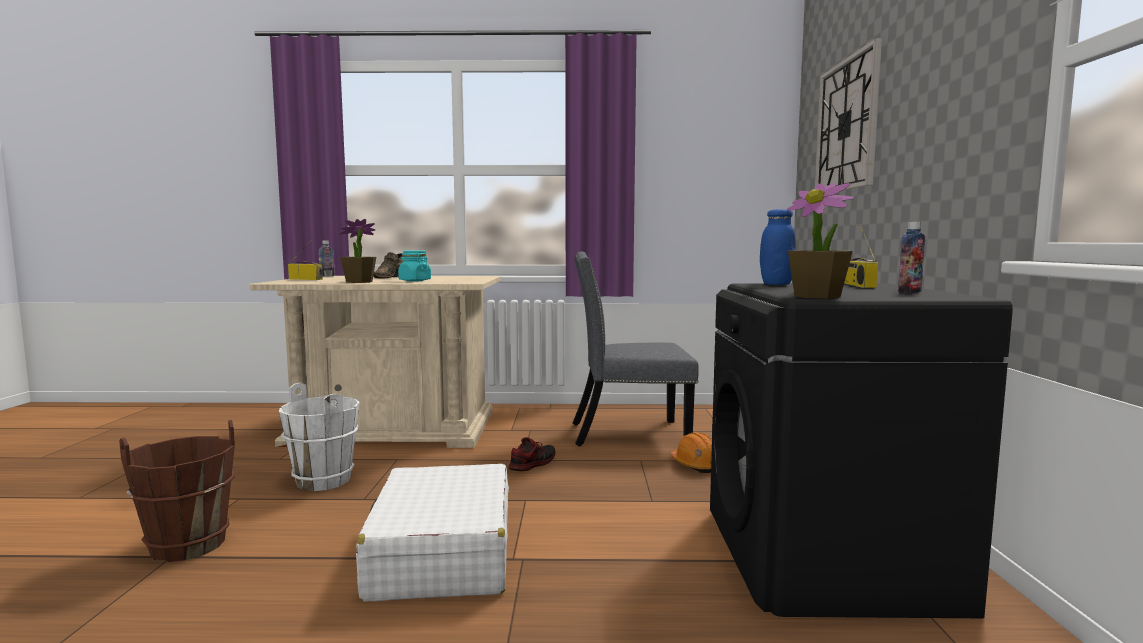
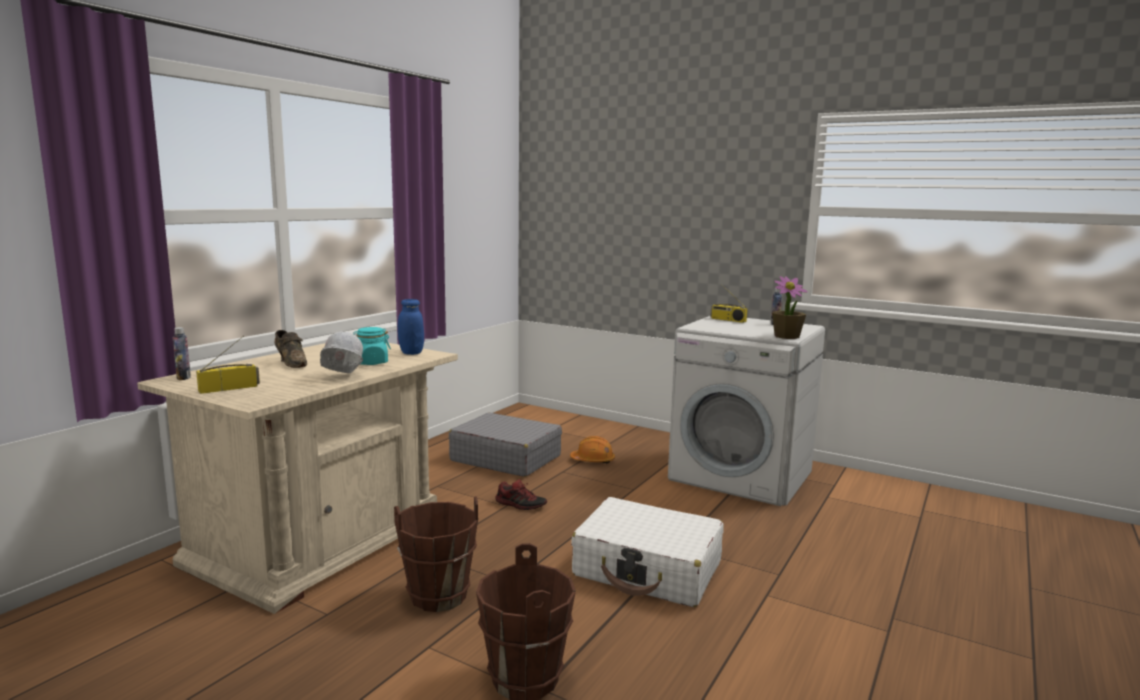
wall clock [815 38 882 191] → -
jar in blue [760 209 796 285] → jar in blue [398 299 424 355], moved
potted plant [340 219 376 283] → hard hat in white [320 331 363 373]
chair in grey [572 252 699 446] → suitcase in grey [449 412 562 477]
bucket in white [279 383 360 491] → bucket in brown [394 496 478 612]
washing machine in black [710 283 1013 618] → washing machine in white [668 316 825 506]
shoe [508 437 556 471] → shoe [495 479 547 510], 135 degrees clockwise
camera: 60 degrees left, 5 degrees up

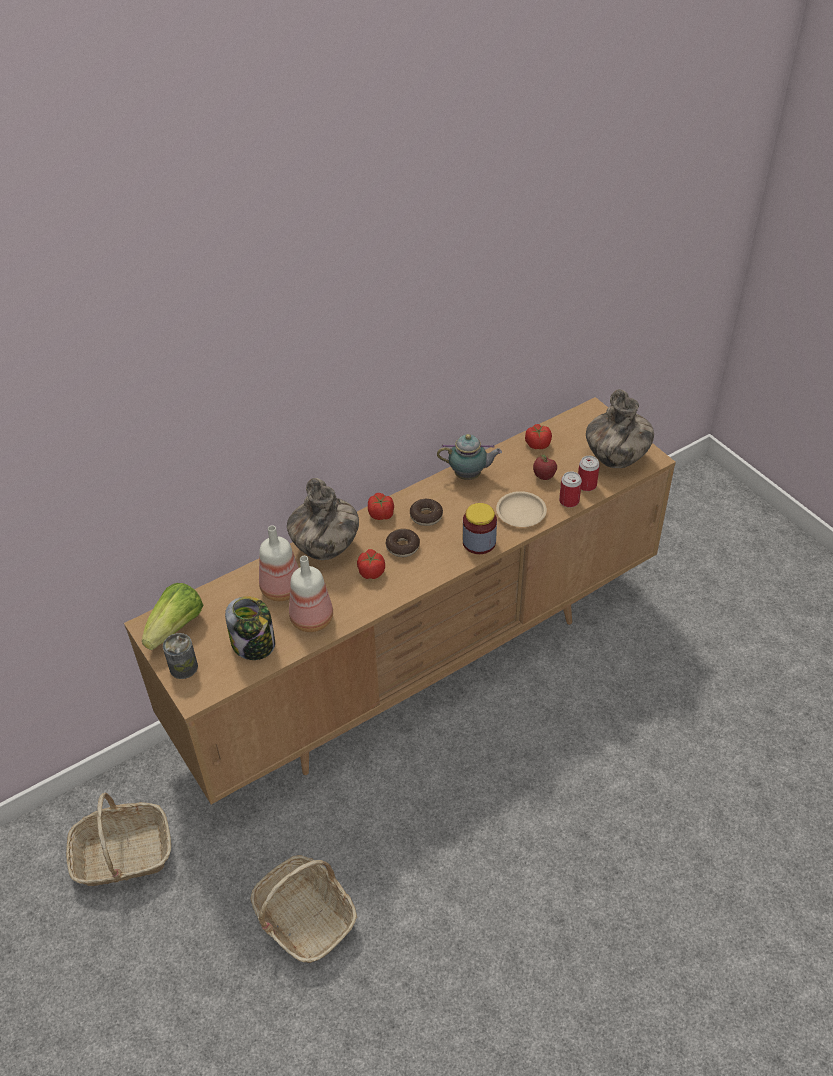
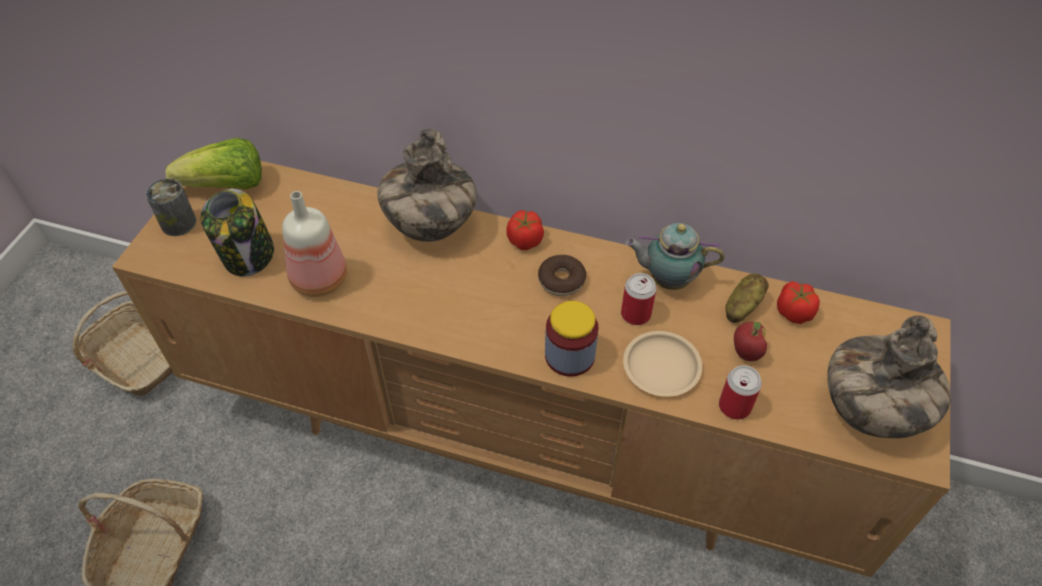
bottle [259 525 299 601] → -
tomato [357 549 385 579] → -
donut [386 529 420 557] → -
- → potato [726 274 769 323]
can [578 456 600 491] → can [621 273 657 325], moved
teapot [437 434 502 480] → teapot [625 223 724 290], 135 degrees clockwise
camera: 50 degrees right, 5 degrees up

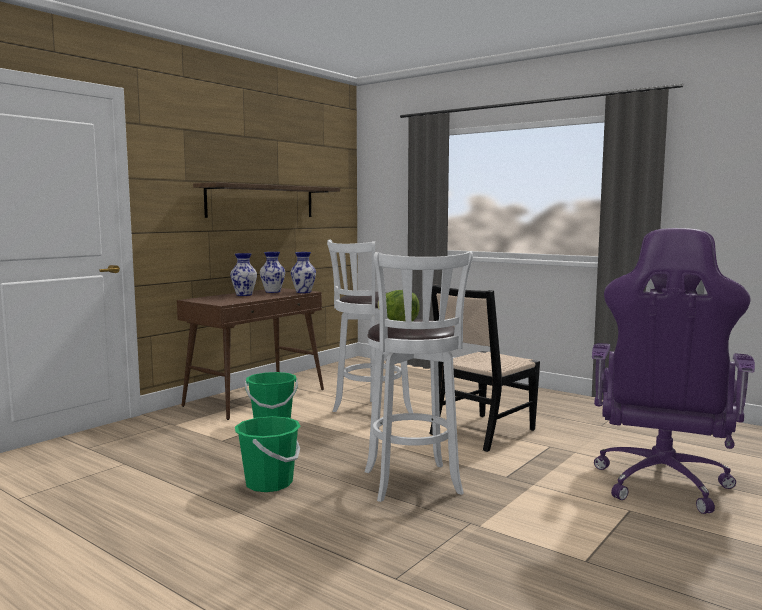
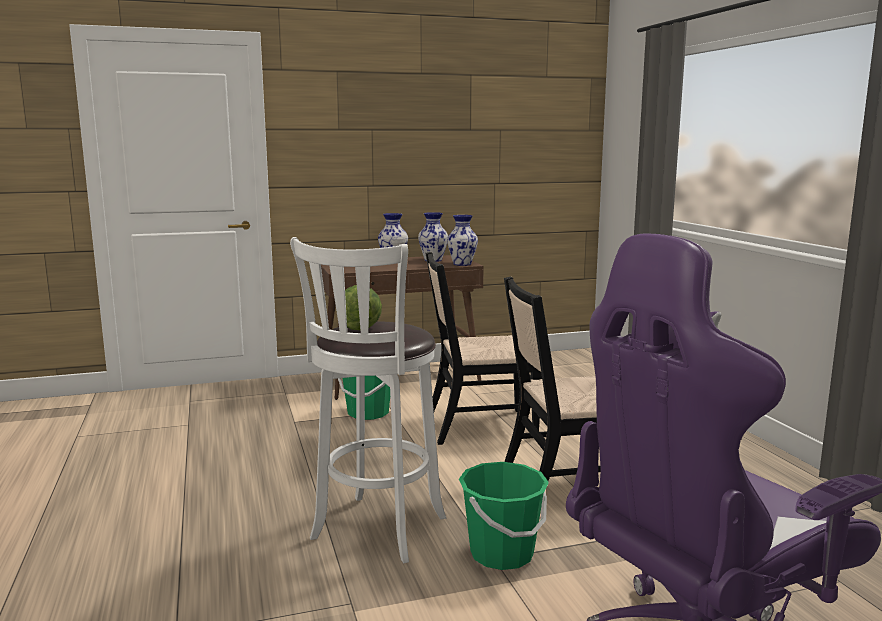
shelf [193 182 340 218] → -
bucket in green [235 416 301 492] → bucket in green [459 462 549 570], moved
stool in white [327 239 413 413] → chair [425 252 542 445]
camera: 35 degrees right, 5 degrees up

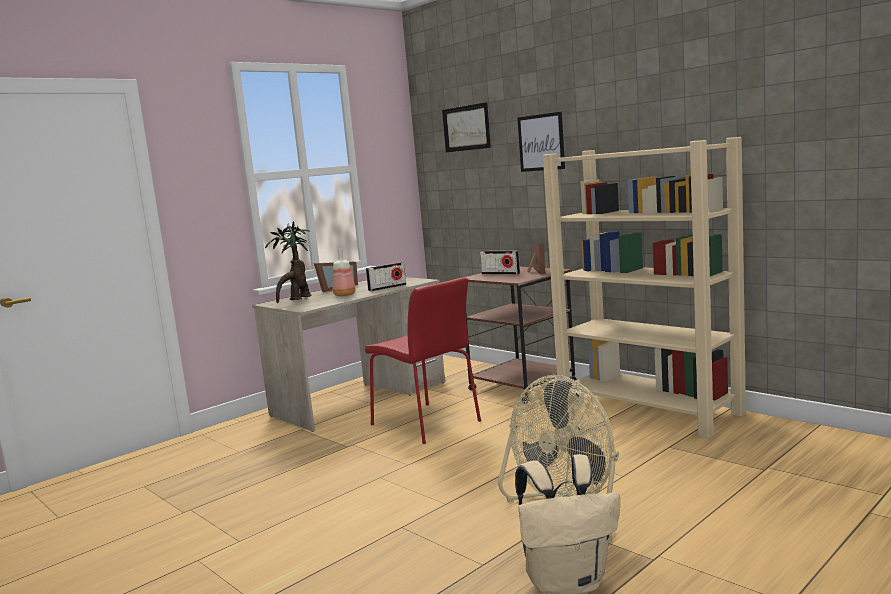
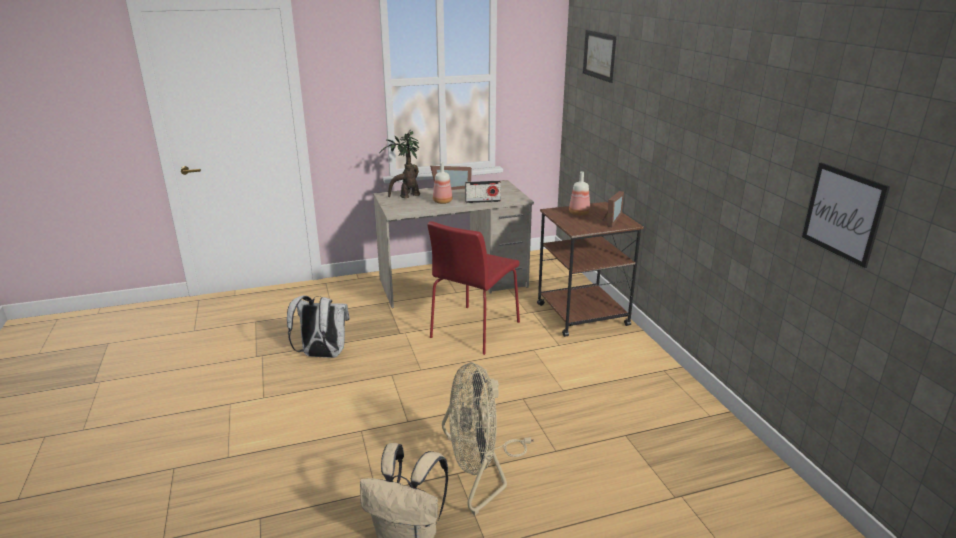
bookcase in beige [543 137 746 438] → -
- → backpack in white [287 295 350 358]
picture [517 112 565 172] → picture [802 163 890 268], moved
radio [480 251 520 275] → bottle [569 172 590 216]
chair in red [365 277 481 444] → chair in red [427 221 520 355], 45 degrees clockwise
camera: 25 degrees right, 15 degrees up

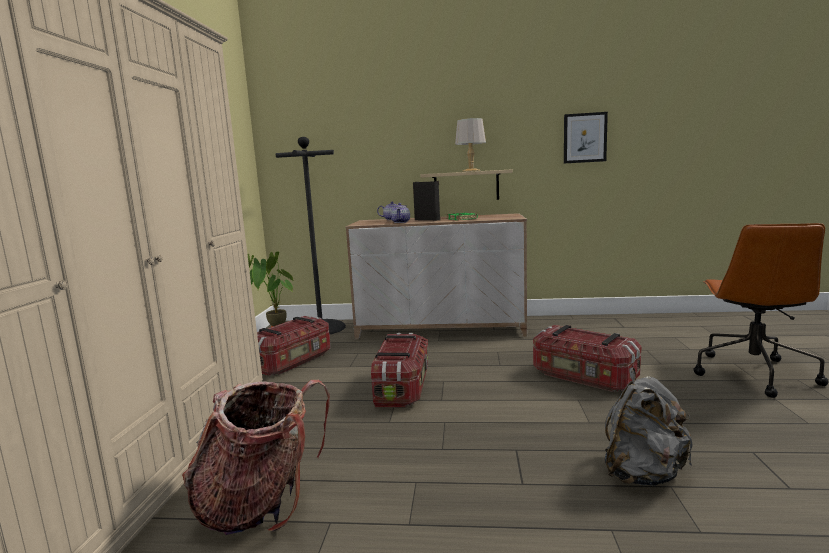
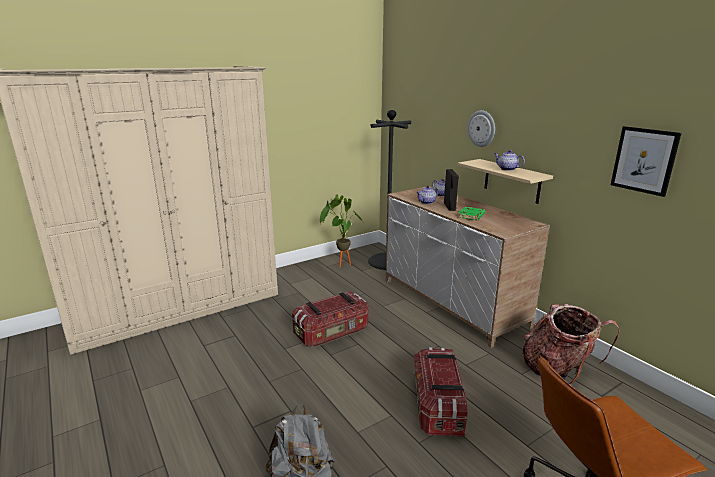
storage box [257 316 331 376] → -
- → wall clock [468 110 495 147]
backpack [182 380 330 535] → backpack [523 304 620 384], moved
table lamp in grey [455 118 486 172] → teapot [494 150 525 171]
camera: 50 degrees right, 10 degrees up

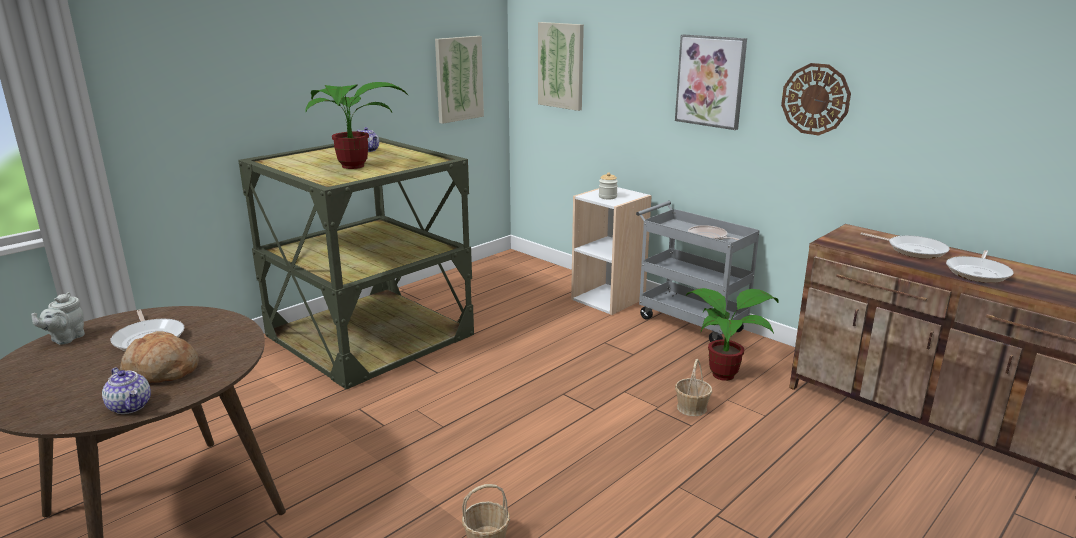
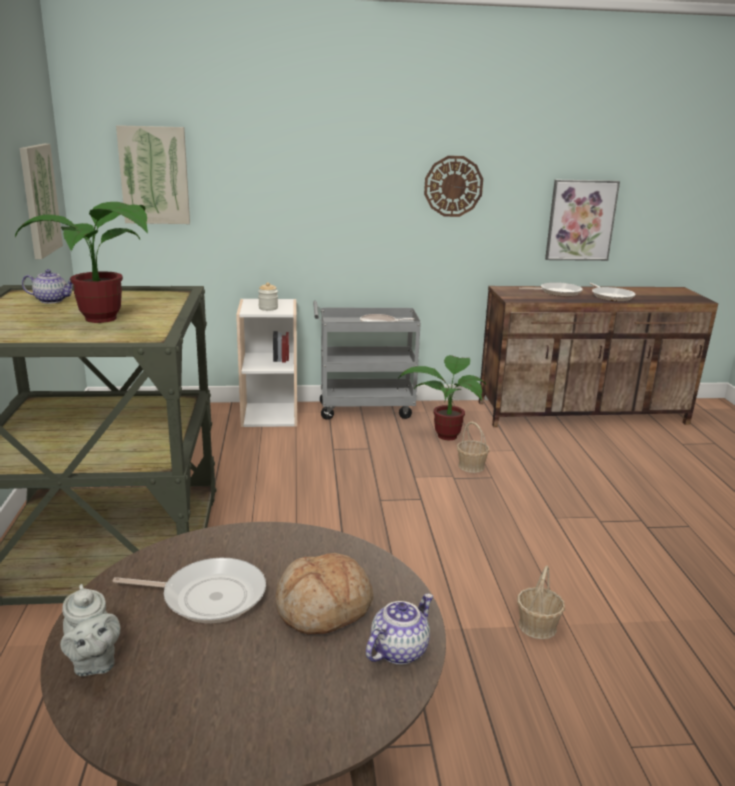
picture [675 35 747 130] → picture [545 179 620 261], moved
teapot [102 368 151 414] → teapot [366 594 433 665], 45 degrees counterclockwise
camera: 50 degrees left, 0 degrees up

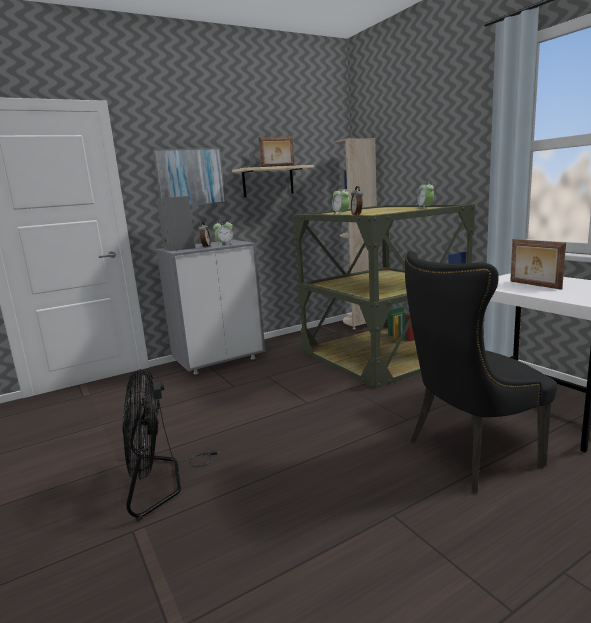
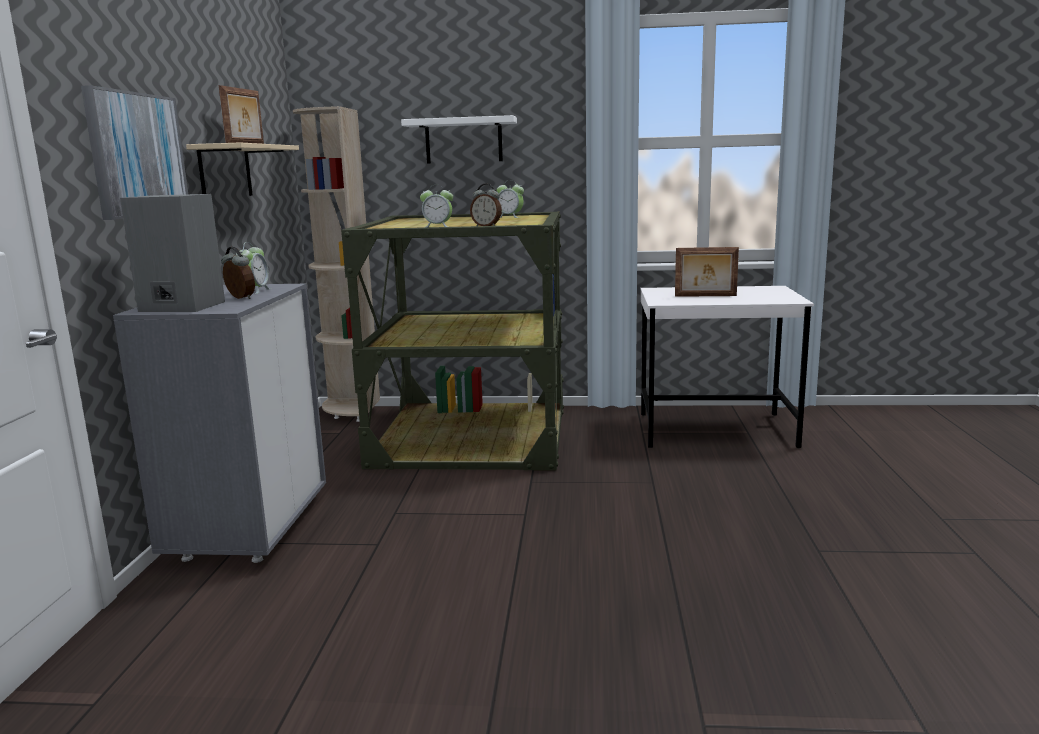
fan in black [122 369 220 522] → -
chair in black [405 251 557 494] → -
- → shelf in white [401 115 517 164]
camera: 55 degrees left, 0 degrees up

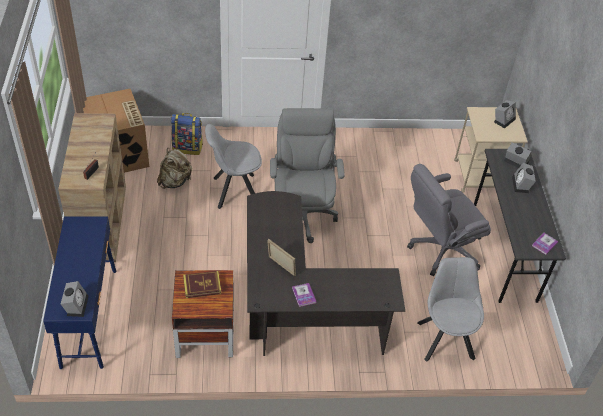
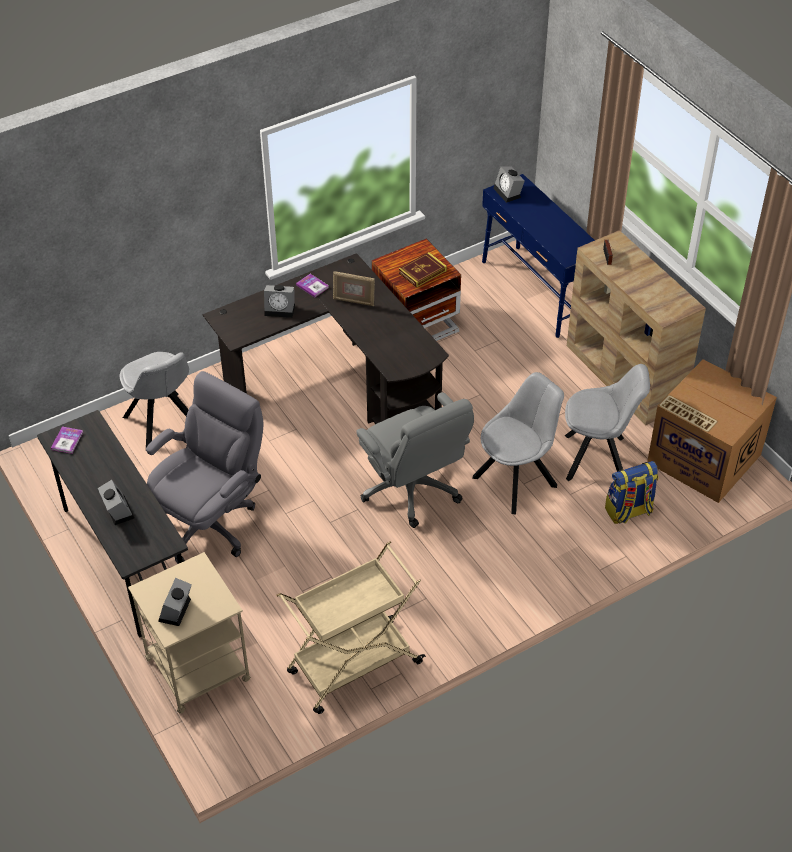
- → cart in beige [276 541 426 714]
alarm clock [504 143 531 168] → alarm clock [264 285 295 318], moved
backpack in beige [157 148 192 189] → chair in grey [565 364 650 481]
camera: 155 degrees right, 0 degrees up

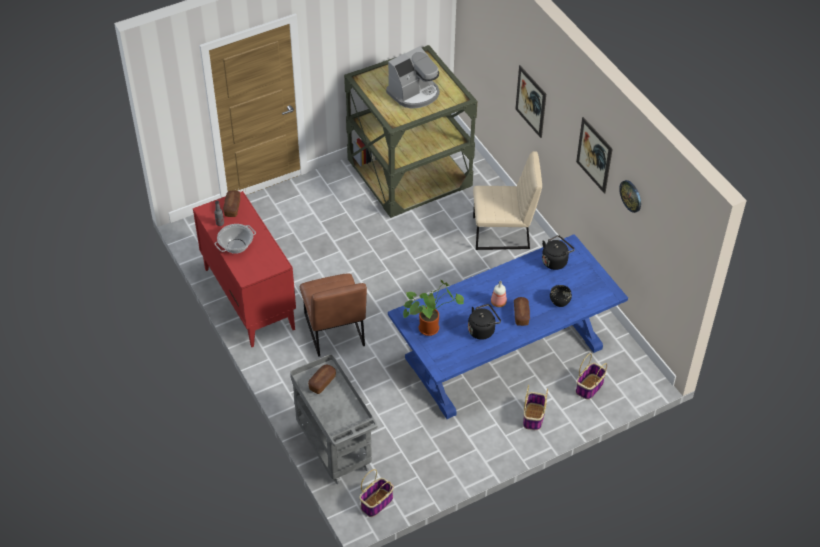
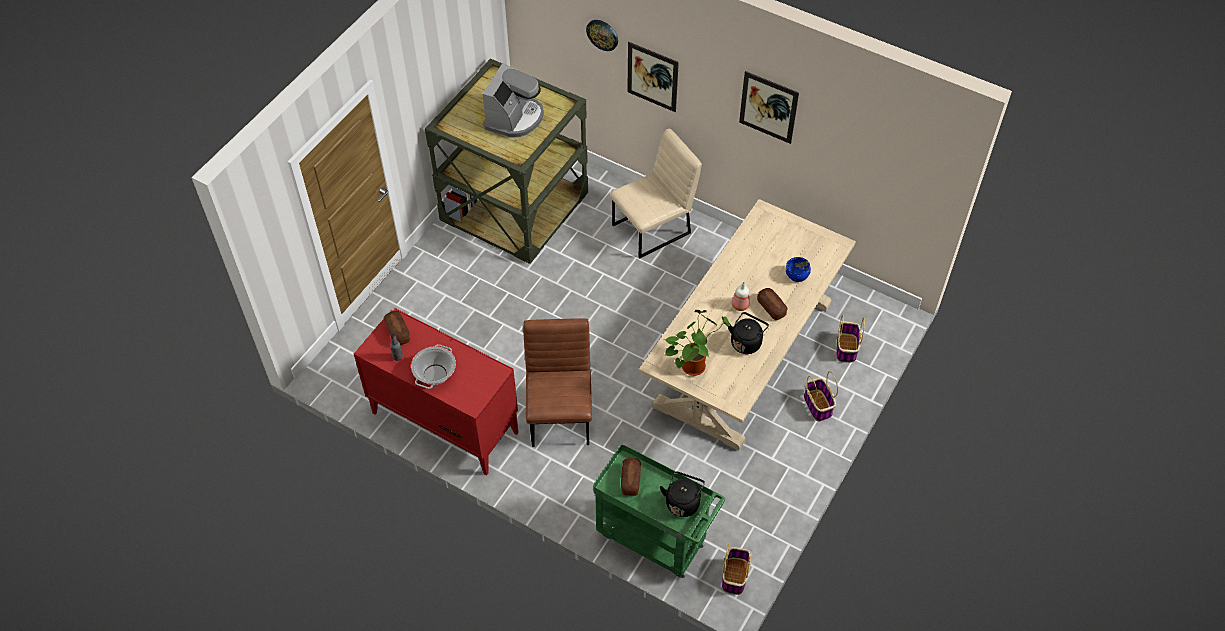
kettle in black [542 235 575 270] → kettle in black [660 471 705 517], moved
wall clock [619 180 641 213] → wall clock [586 20 618 51], moved
cart in grey [290 354 378 484] → cart in green [593 445 725 578]
dining table in blue [388 234 628 419] → dining table in beige [639 199 856 451]
bowl in black [550 285 572 307] → bowl in blue [786 257 811 282]
chair in brown [300 273 367 357] → chair in brown [523 318 592 447], 135 degrees counterclockwise
camera: 30 degrees left, 5 degrees up

